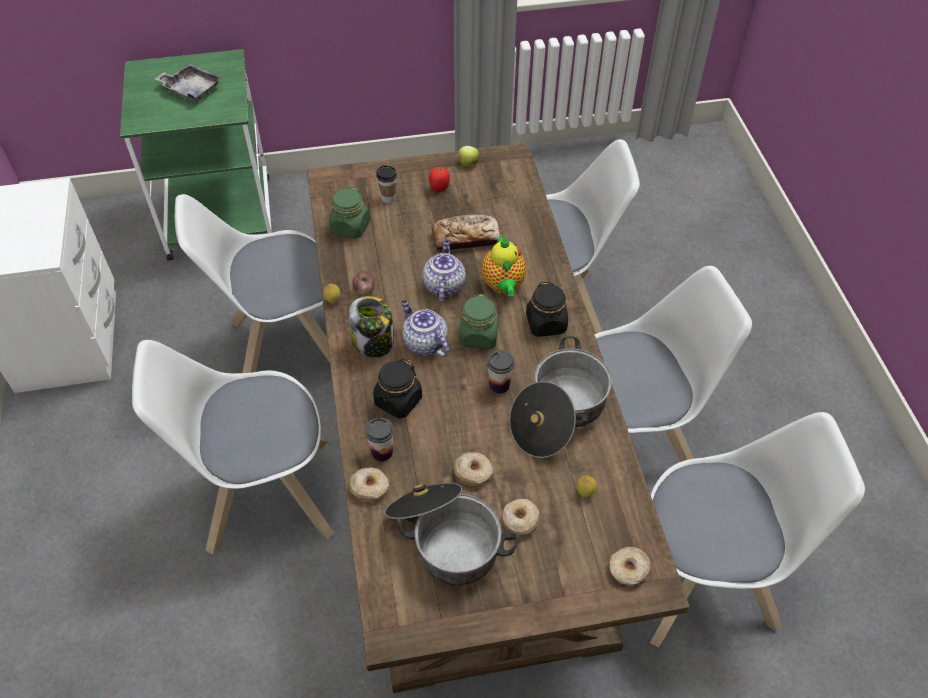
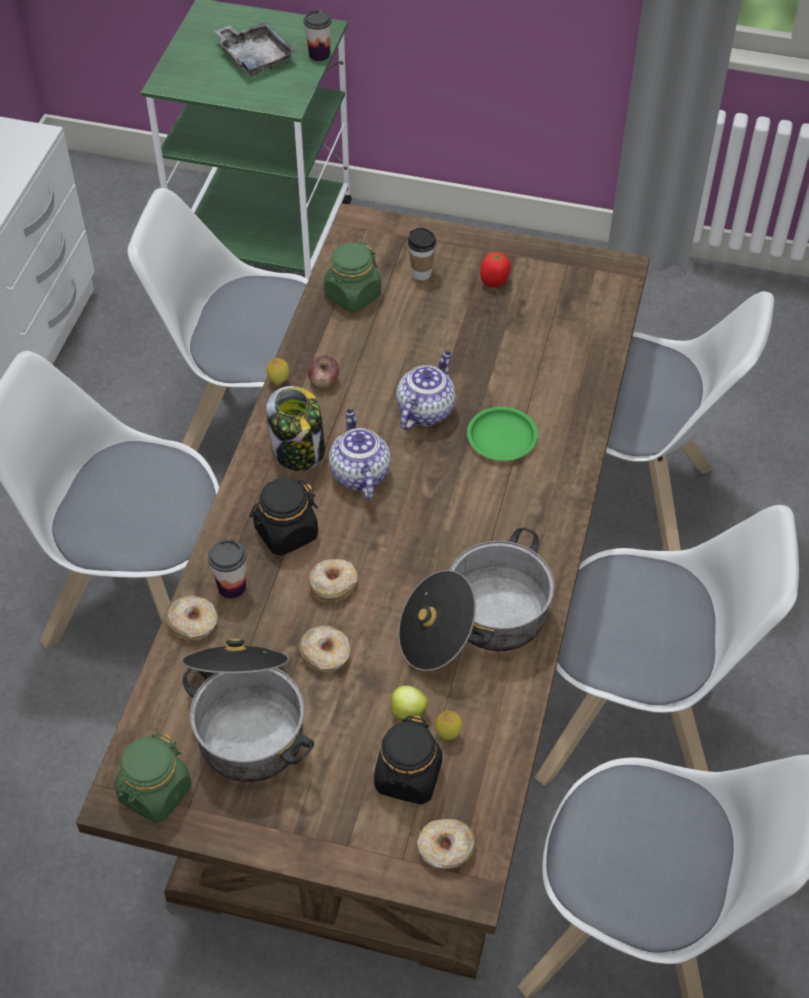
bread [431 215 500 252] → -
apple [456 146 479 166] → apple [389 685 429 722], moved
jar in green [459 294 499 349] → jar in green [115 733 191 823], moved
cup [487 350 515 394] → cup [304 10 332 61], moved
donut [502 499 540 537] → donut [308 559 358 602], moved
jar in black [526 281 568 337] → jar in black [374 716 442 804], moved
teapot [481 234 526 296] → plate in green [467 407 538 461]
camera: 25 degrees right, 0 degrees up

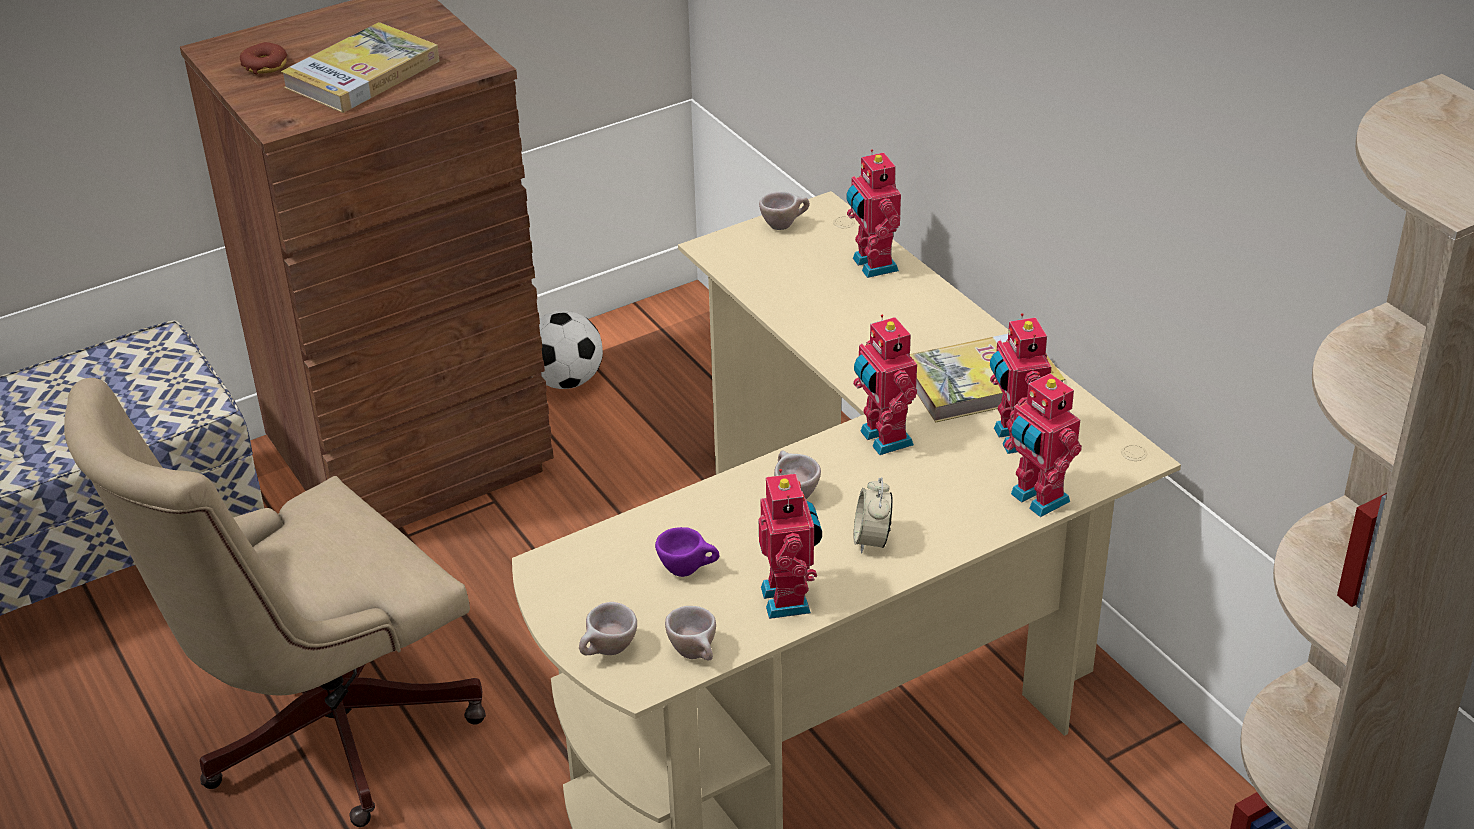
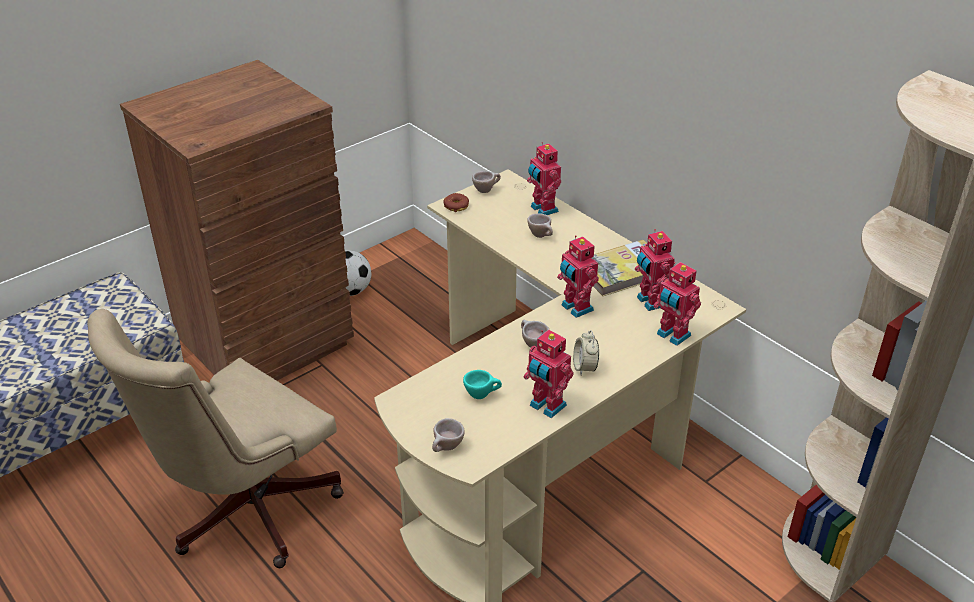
book [281 22 440 113] → -
donut [240 42 287 75] → donut [443 193 469 212], moved
cup in beige [665 606 716 661] → cup in beige [527 214 553 238], moved
cup in purple [655 527 719 577] → cup in turquoise [463 370 502 399]
toy robot [759 469 822 619] → toy robot [524 330 574 418], 150 degrees clockwise
camera: 10 degrees left, 0 degrees up

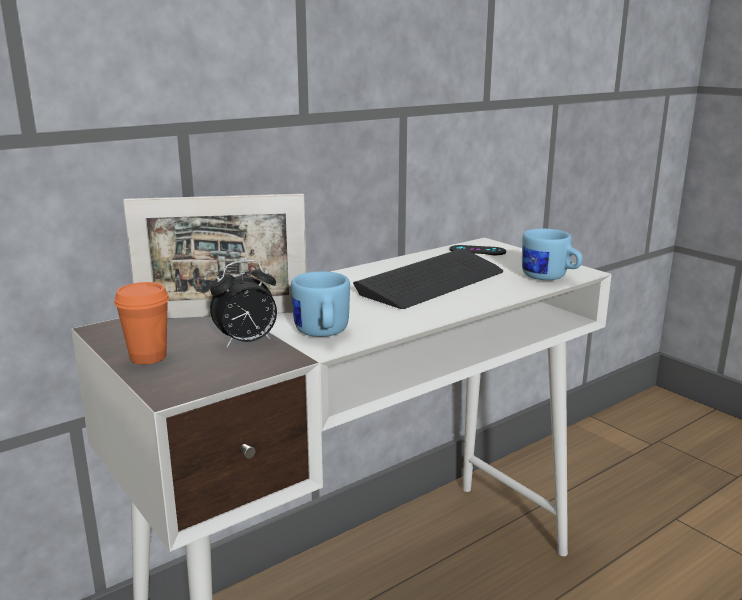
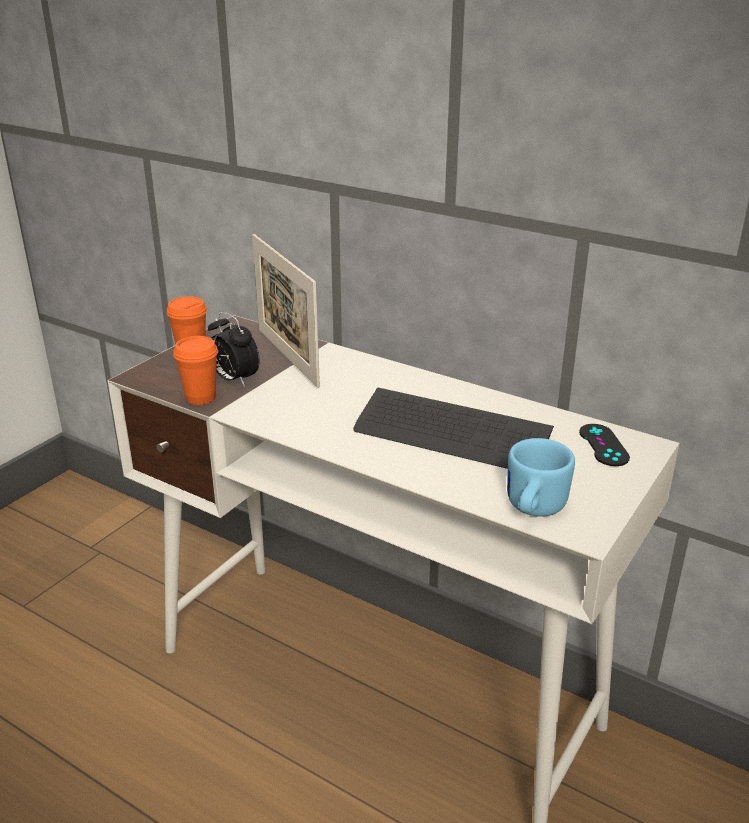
mug in blue [291 271 350 337] → -
- → cup in orange [173 336 218 405]
camera: 70 degrees right, 10 degrees up

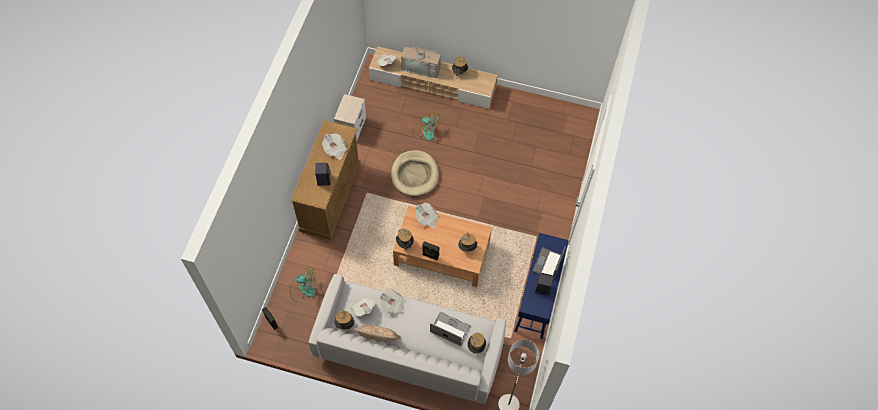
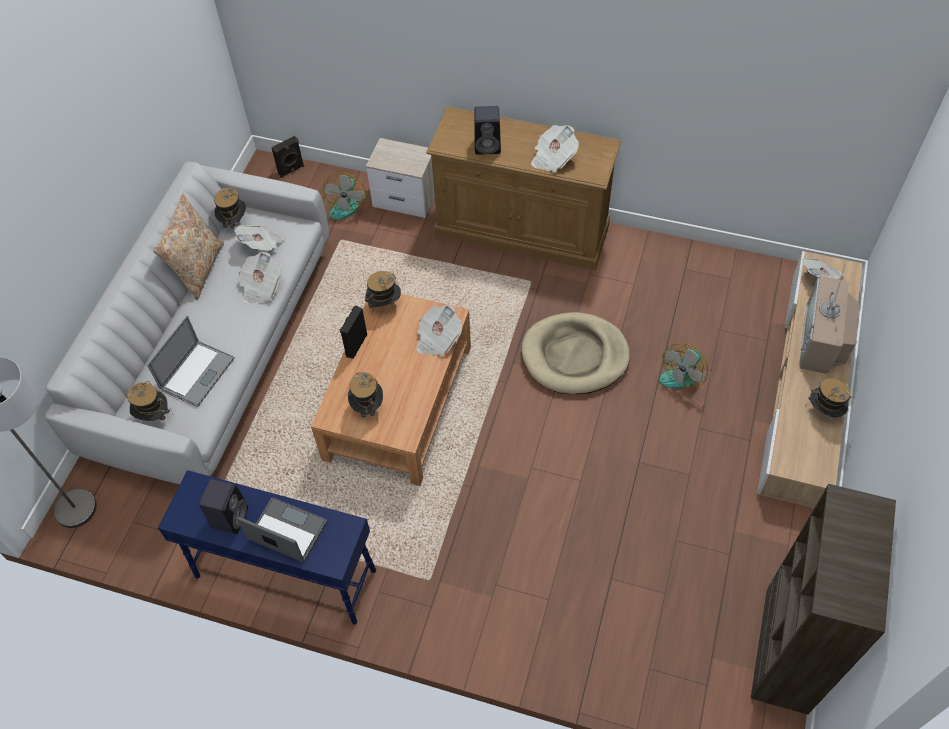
- → bookcase in brown [751 484 896 715]
nightstand [334 94 366 141] → nightstand [366 138 435 218], moved
camera: 95 degrees right, 5 degrees down

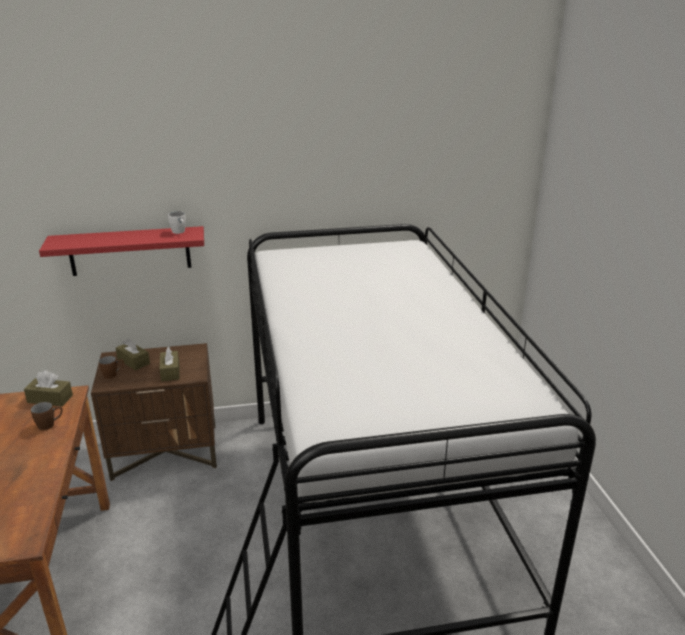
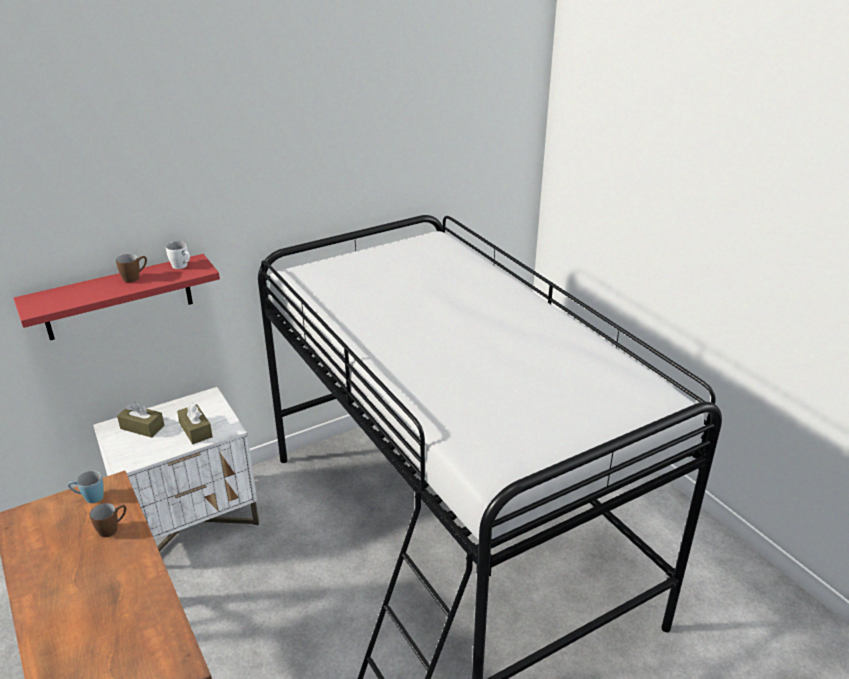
mug in brown [99 356 124 379] → mug in brown [116 254 147 283], moved
tissue box in brown [24 370 73 406] → mug in blue [68 471 104 503]
nightstand in brown [91 343 217 481] → nightstand in white [93 387 259 552]
camera: 20 degrees left, 5 degrees up

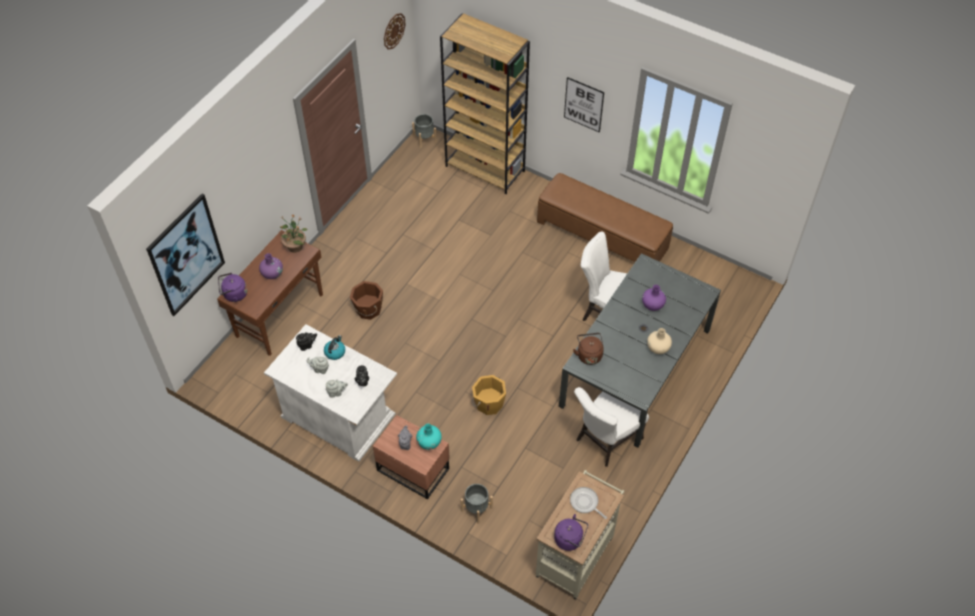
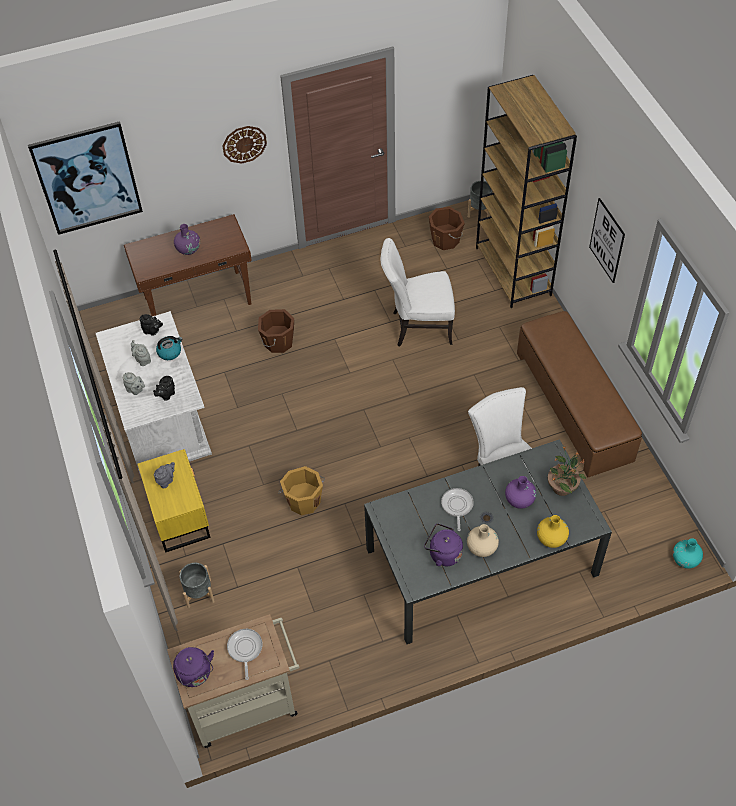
kettle in brown [573 333 604 365] → -
- → bucket in brown [429 207 465 250]
- → frying pan [441 488 474 531]
- → vase in yellow [537 515 569 548]
kettle in purple [218 273 247 302] → kettle in purple [424 523 463 566], moved
potted plant [280 215 308 253] → potted plant [547 446 586 496], moved
wall clock [384 13 406 50] → wall clock [223 126 267 164], moved
vase in turquoise [416 424 442 450] → vase in turquoise [673 538 703 569], moved
chair in white [574 387 649 467] → chair in white [380 238 455 346], moved
nightstand in brown [373 415 450 499] → nightstand in yellow [137 449 211 552]
camera: 40 degrees right, 0 degrees up

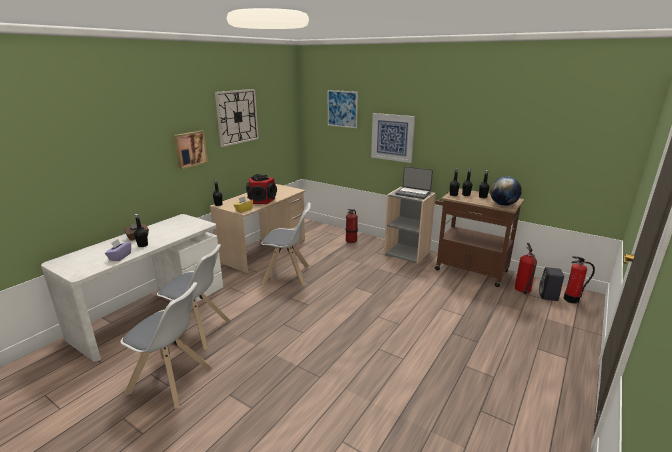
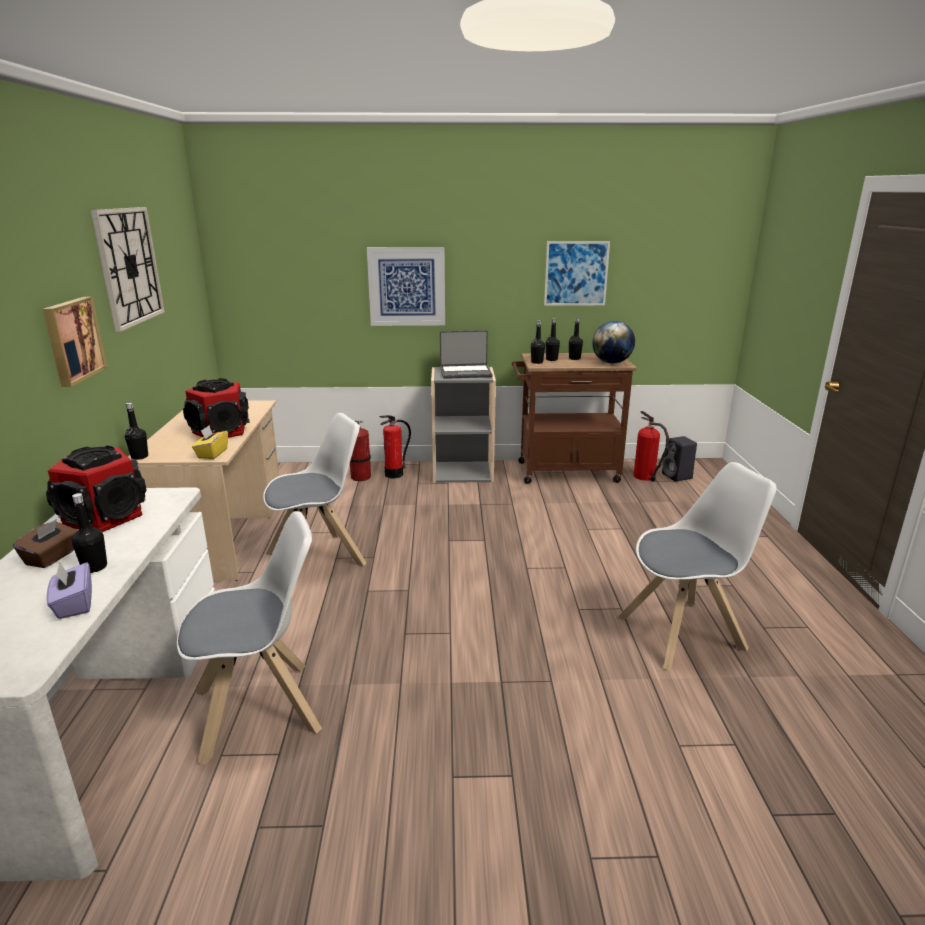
- → speaker [46 446 147 532]
chair [120 282 212 409] → chair [617 462 776 671], moved
picture [328 90 358 128] → picture [544 241 610 306], moved
fire extinguisher [564 256 595 304] → fire extinguisher [379 415 411 479], moved
camera: 35 degrees left, 0 degrees up

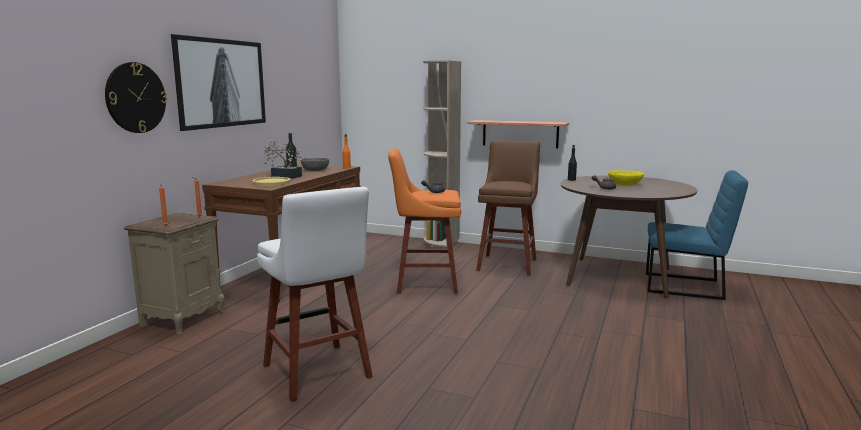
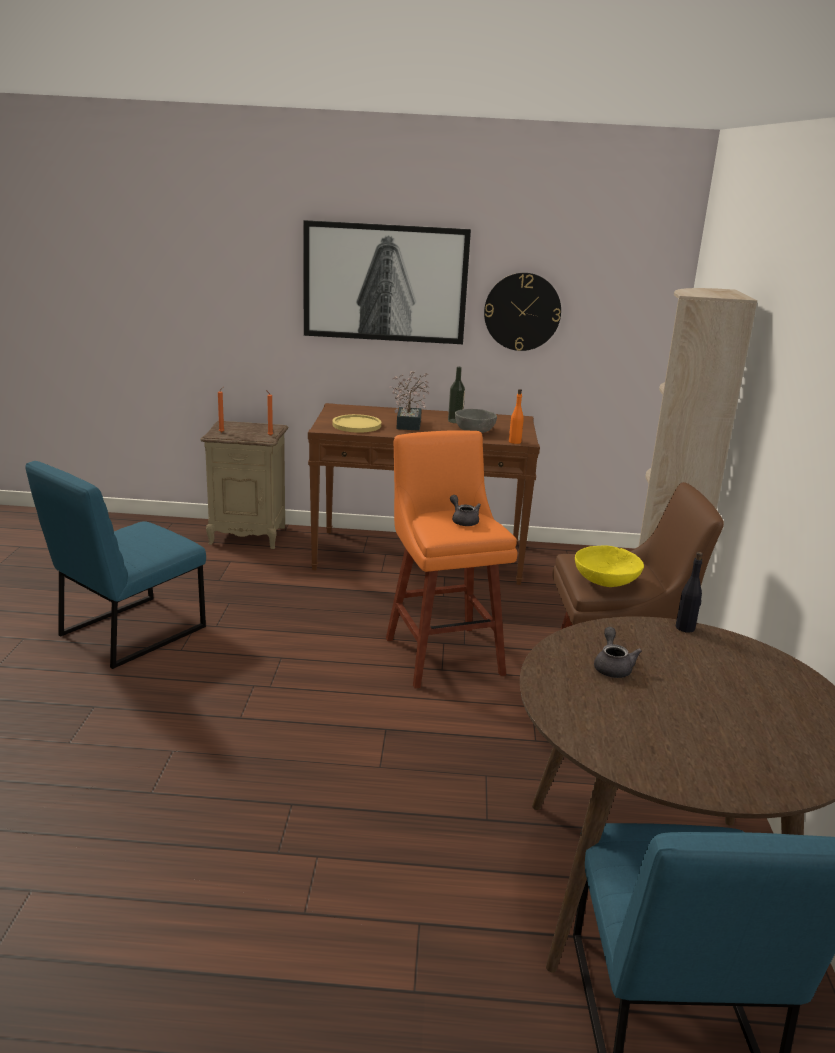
shelf [467 120 569 148] → -
wall clock [105 62 167 133] → wall clock [484 273 561 351], moved
bowl in yellow [608 171 644 185] → bowl in yellow [575 546 644 587], moved
stool in white [257 187 373 402] → chair in blue [25 461 206 669]
camera: 70 degrees right, 10 degrees up

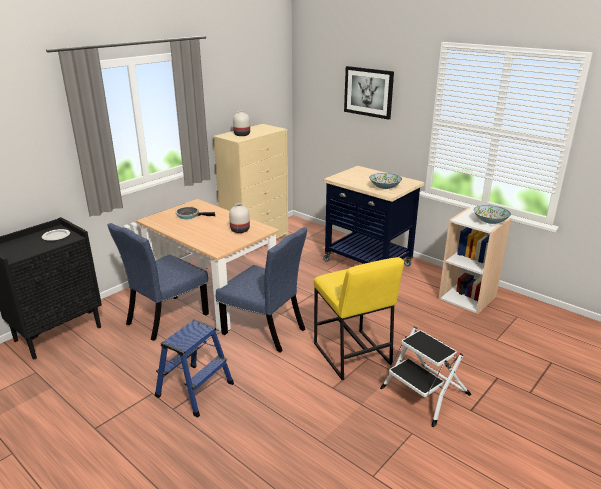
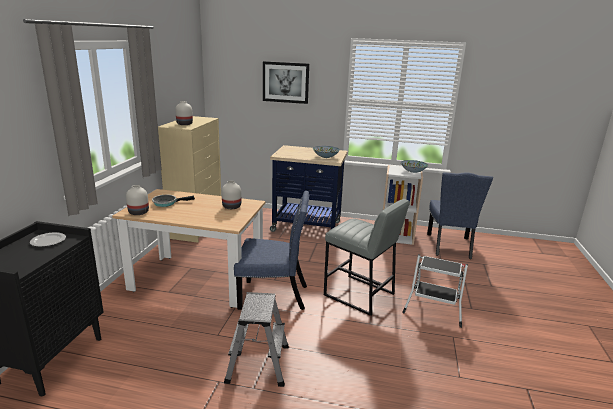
- → vase in white [126 185 149 215]
chair in blue [107 223 209 341] → chair in blue [427 172 493 259], moved
step ladder in blue [155 319 234 417] → step ladder in grey [224 292 289 387]
chair in yellow [314 257 404 380] → chair in grey [324 199 410 316]
camera: 30 degrees left, 5 degrees down

